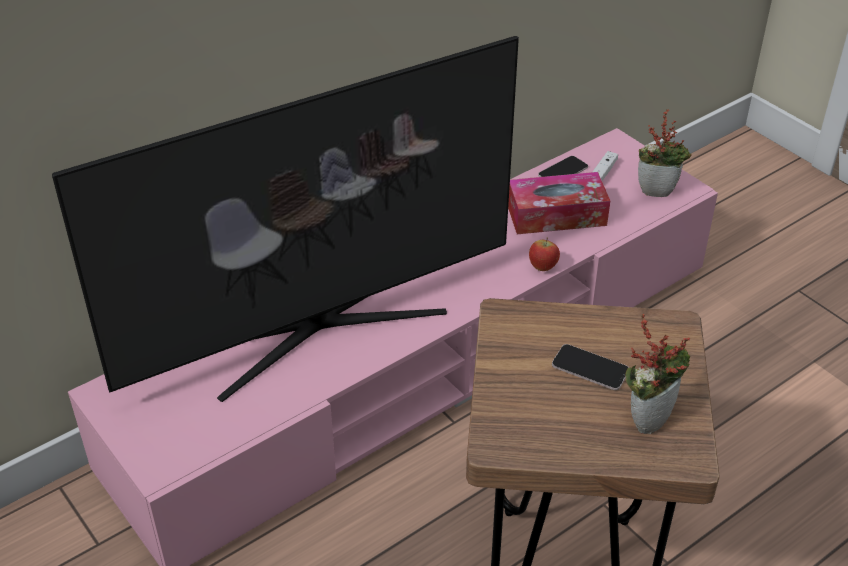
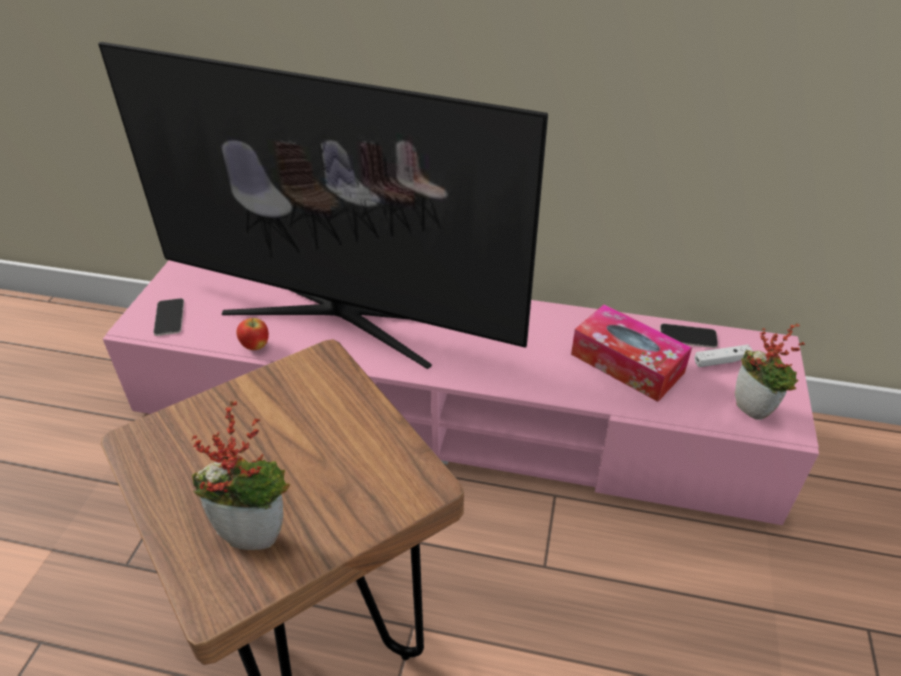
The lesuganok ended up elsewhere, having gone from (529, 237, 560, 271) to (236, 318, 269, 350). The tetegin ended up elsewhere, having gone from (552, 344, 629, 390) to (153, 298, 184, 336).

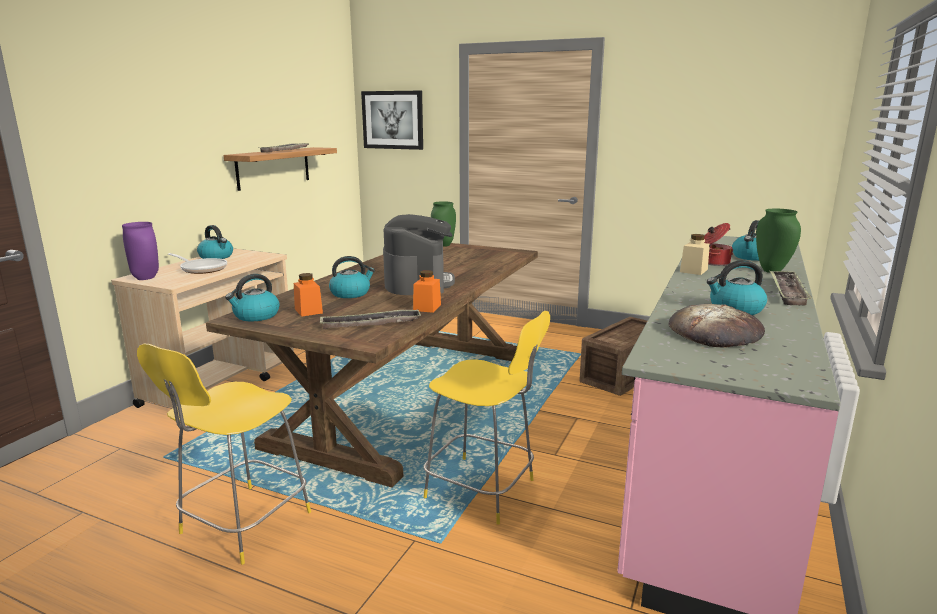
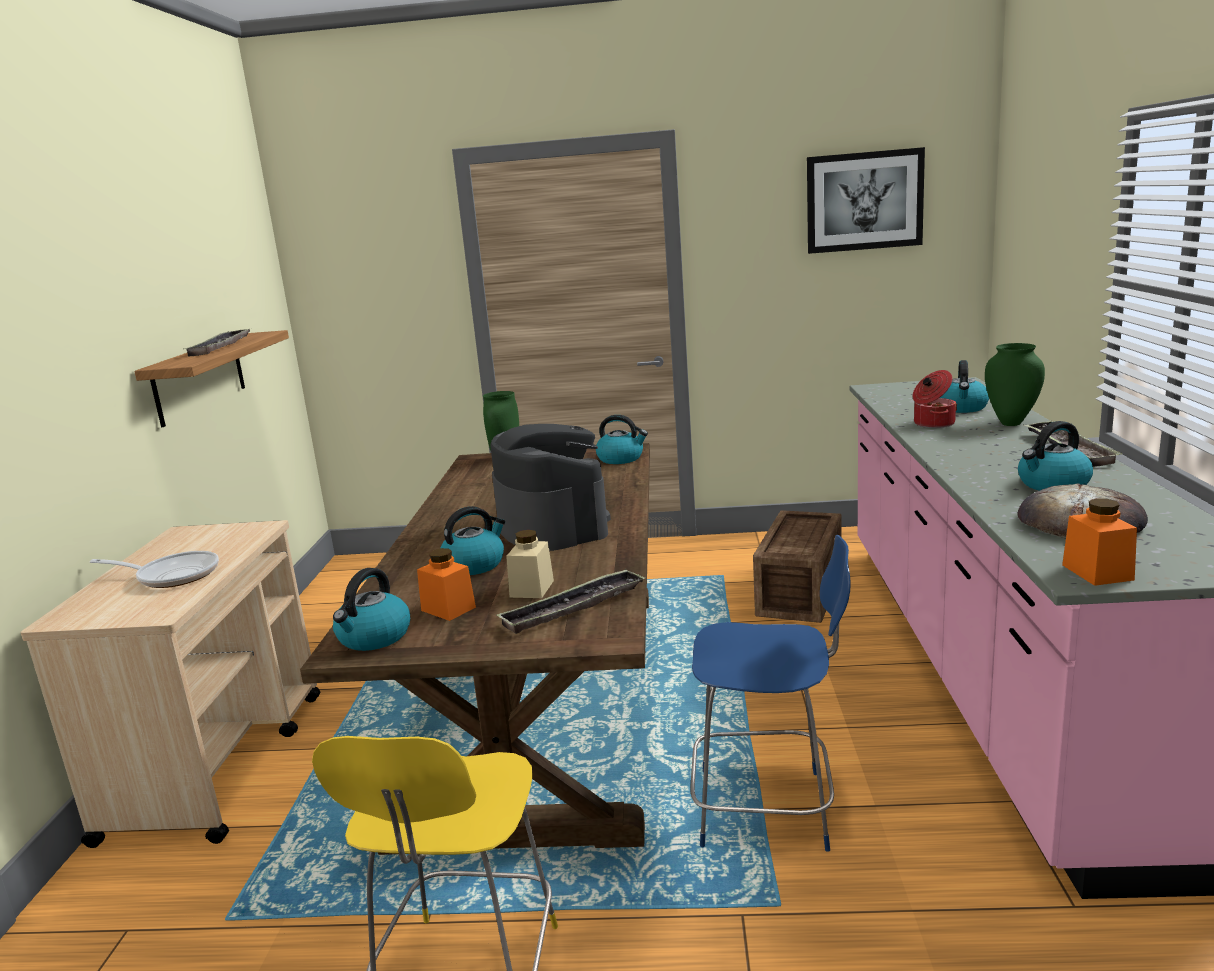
The second view lost the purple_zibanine at (122, 222, 159, 280). The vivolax ended up elsewhere, having gone from (197, 225, 233, 259) to (596, 415, 648, 464). The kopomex ended up elsewhere, having gone from (361, 91, 423, 150) to (807, 147, 925, 254). The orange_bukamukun ended up elsewhere, having gone from (413, 270, 441, 313) to (1062, 498, 1137, 586). What was the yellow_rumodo at (424, 311, 550, 525) turned into the blue_rumodo at (690, 535, 851, 852). The beige_bukamukun ended up elsewhere, having gone from (680, 234, 710, 275) to (506, 530, 554, 598).

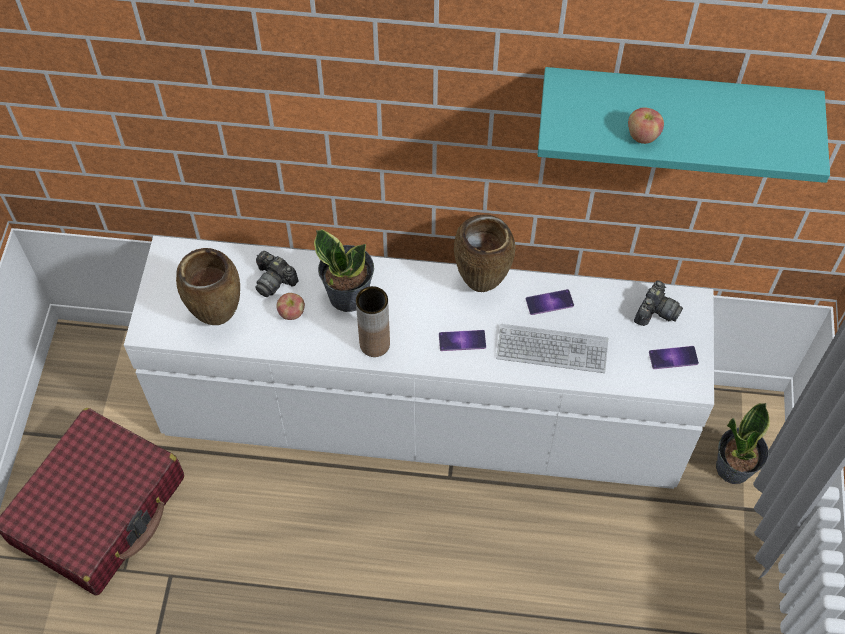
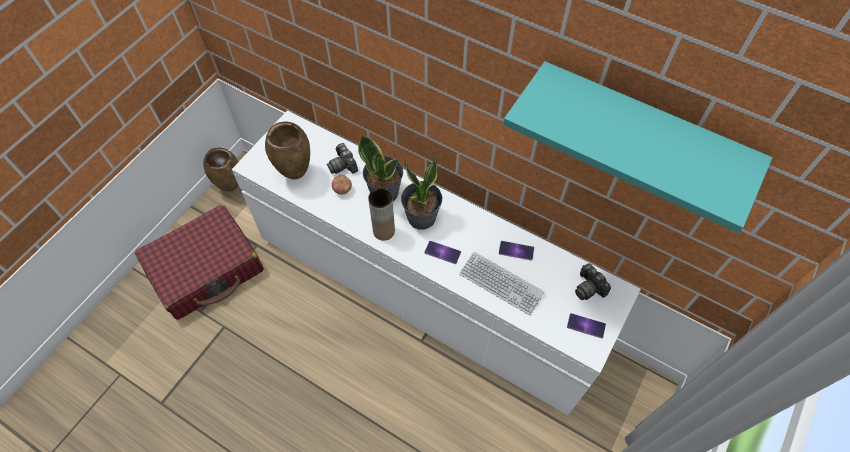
The brown_zibanine ended up elsewhere, having gone from (454, 214, 516, 292) to (203, 148, 238, 192). The second view lost the lesuganok at (628, 108, 664, 144). The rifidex at (634, 281, 683, 326) ended up facing another way, 90 degrees clockwise from before. The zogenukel ended up elsewhere, having gone from (716, 403, 770, 484) to (401, 156, 442, 230).

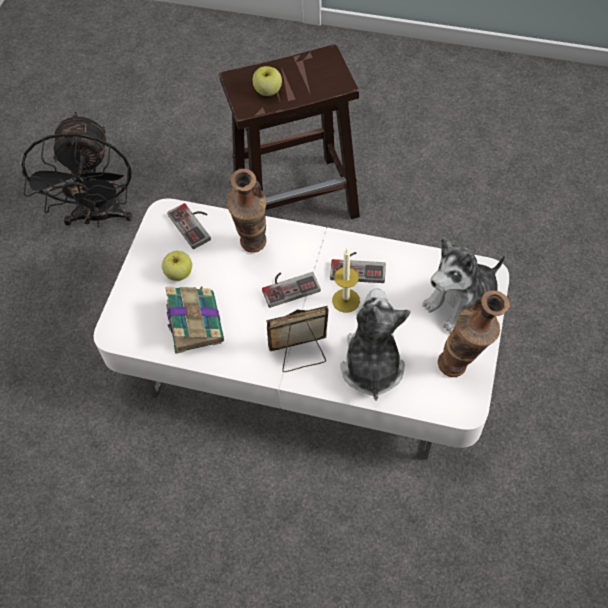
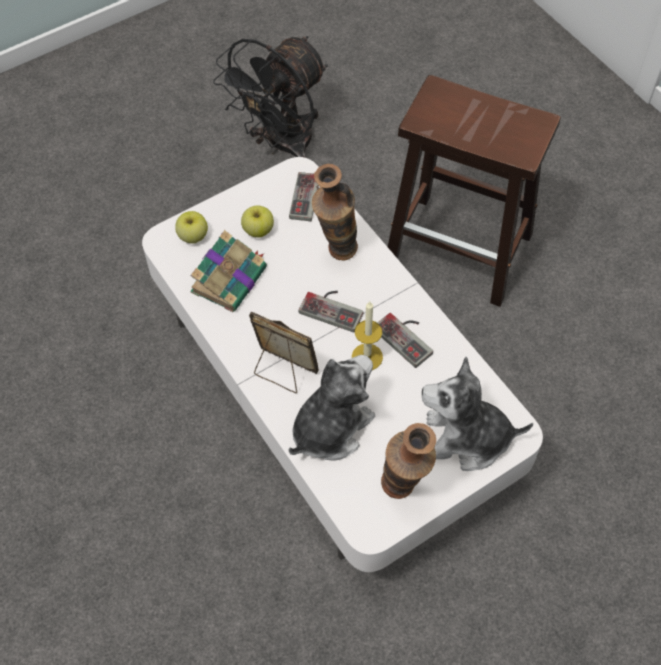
The lesuganok ended up elsewhere, having gone from (253, 66, 282, 96) to (175, 211, 208, 243).

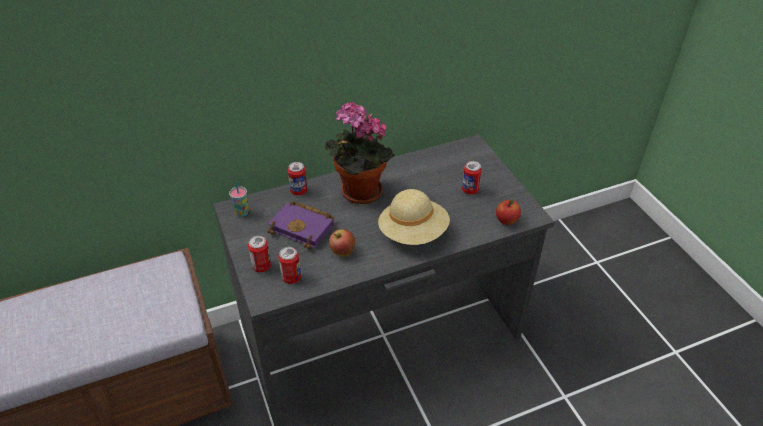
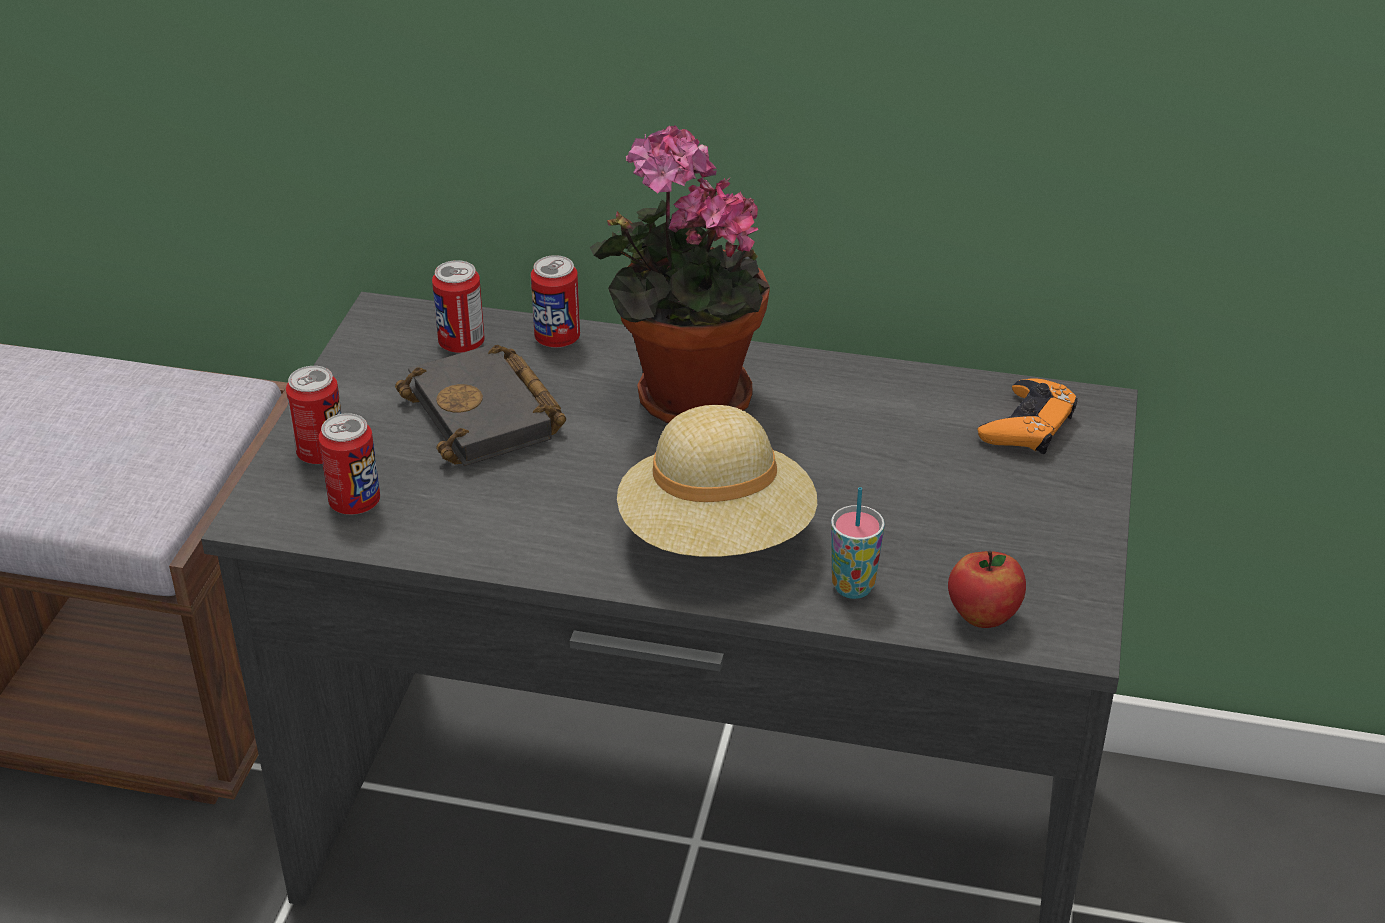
The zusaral ended up elsewhere, having gone from (229, 181, 249, 217) to (831, 487, 885, 599). What was the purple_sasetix at (267, 201, 335, 249) turned into the black_sasetix at (395, 344, 566, 466). The second view lost the lesuganok at (329, 229, 355, 257). The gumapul ended up elsewhere, having gone from (462, 161, 482, 195) to (432, 260, 485, 353). The second view gained the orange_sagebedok at (977, 379, 1078, 454).

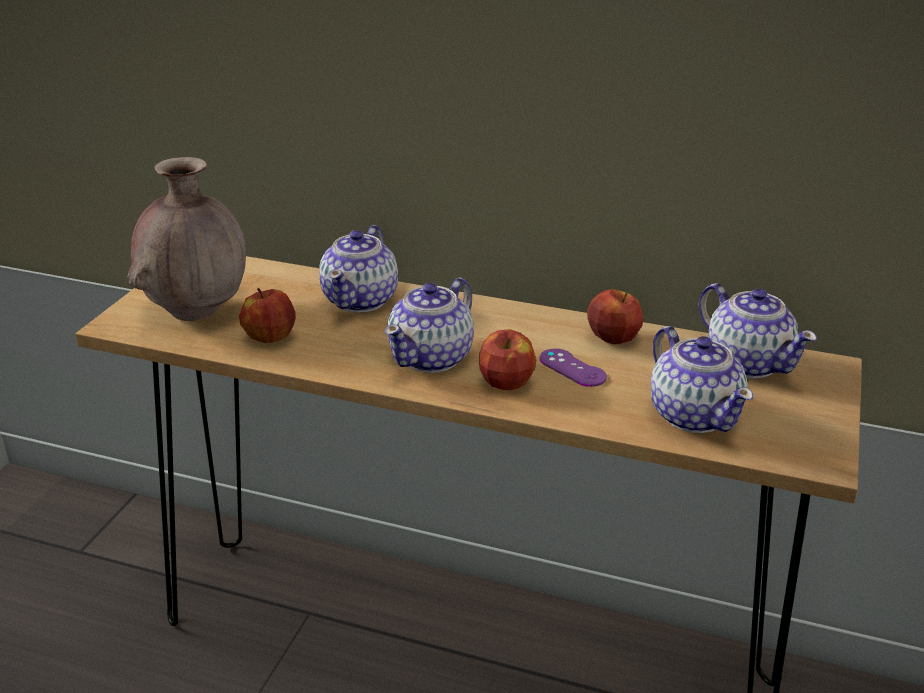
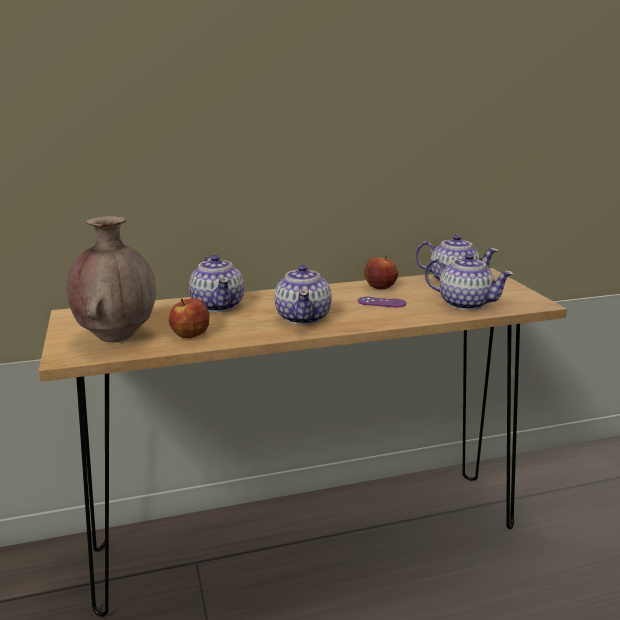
The second view lost the lesuganok at (479, 329, 536, 390).

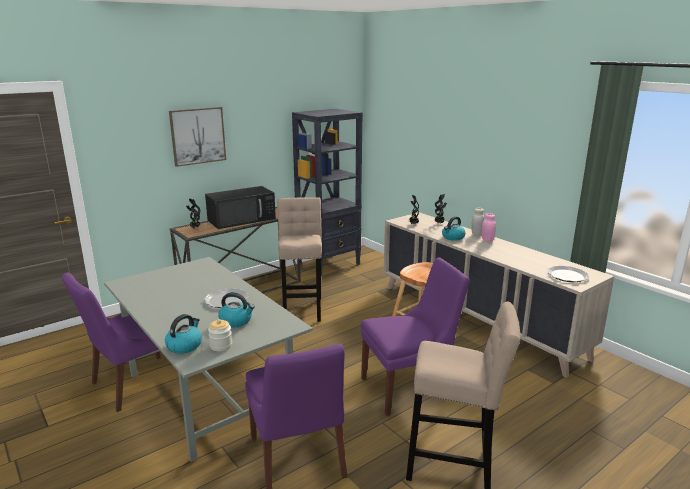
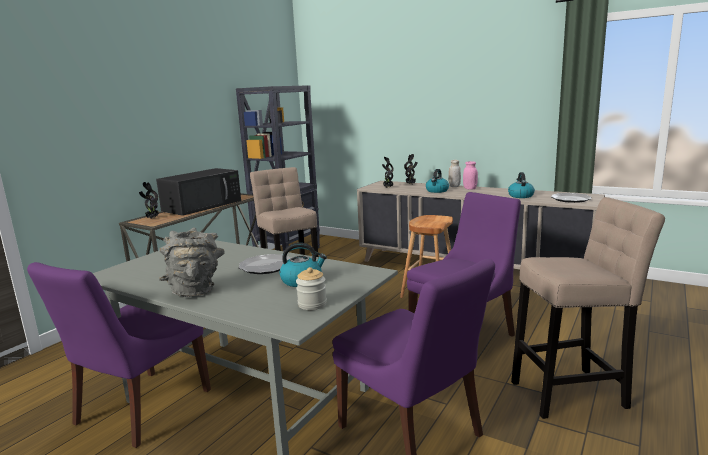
The vivolax ended up elsewhere, having gone from (165, 314, 202, 354) to (508, 172, 535, 198). The second view lost the kopomex at (169, 107, 226, 167). The second view gained the grey_zibanine at (159, 227, 225, 297).

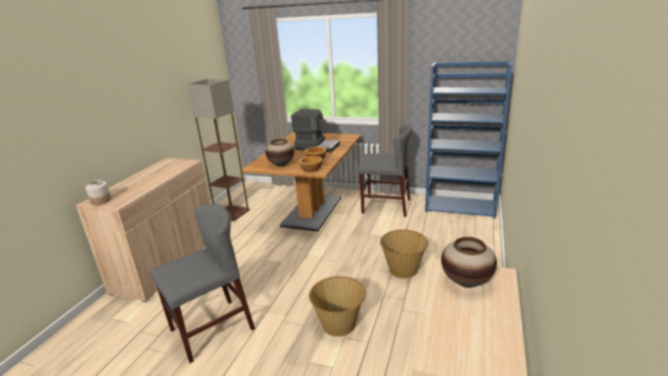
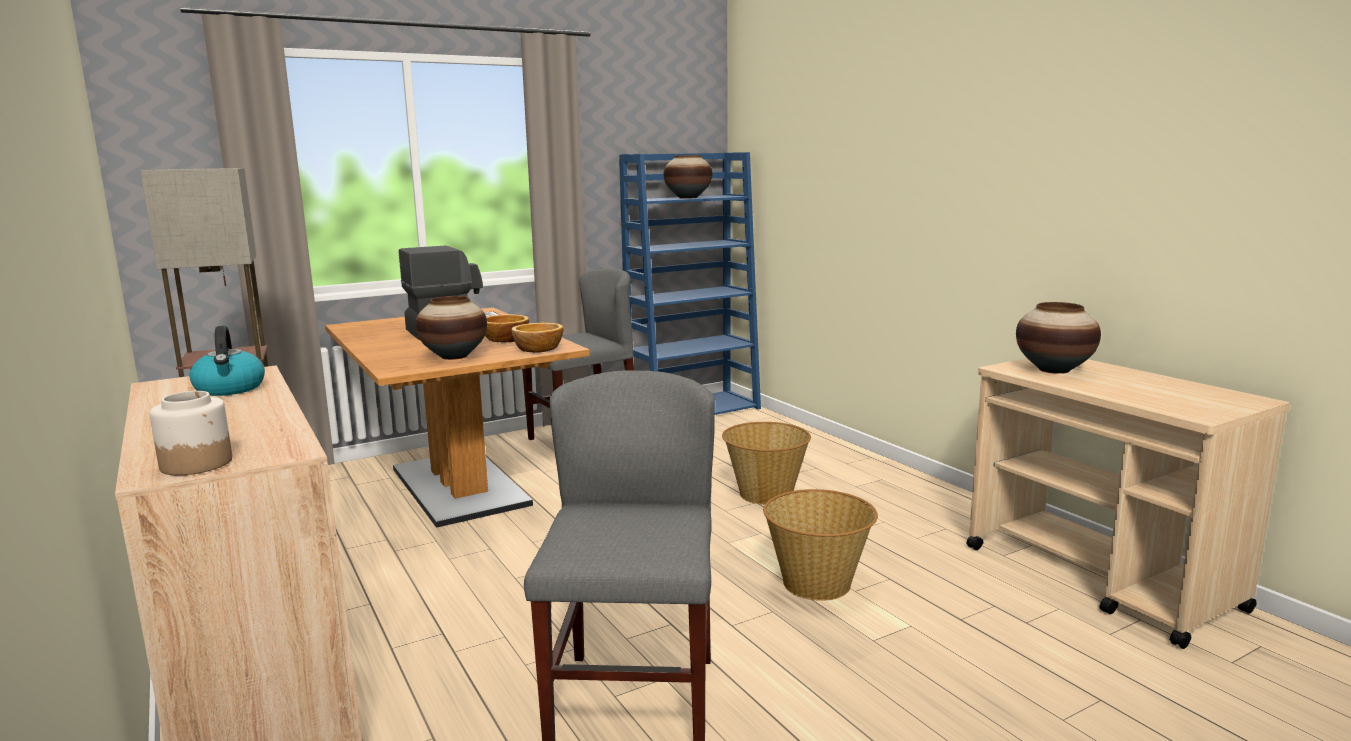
The second view gained the vivolax at (189, 326, 265, 396). The second view gained the zibanine at (663, 155, 712, 199).

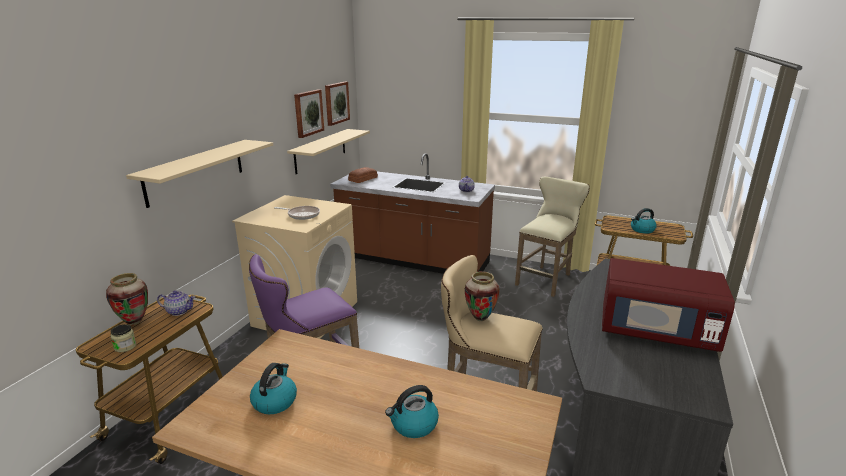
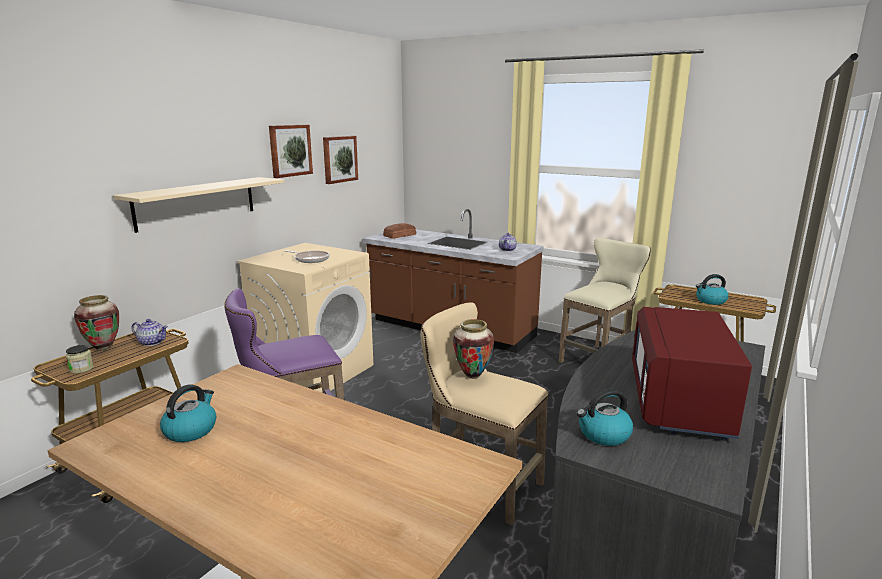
The second view lost the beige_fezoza at (287, 129, 370, 174). The kopomex ended up elsewhere, having gone from (325, 82, 350, 126) to (269, 125, 313, 178). The vivolax ended up elsewhere, having gone from (385, 385, 439, 438) to (577, 389, 633, 446). The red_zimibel at (602, 258, 735, 352) ended up facing another way, 75 degrees clockwise from before.

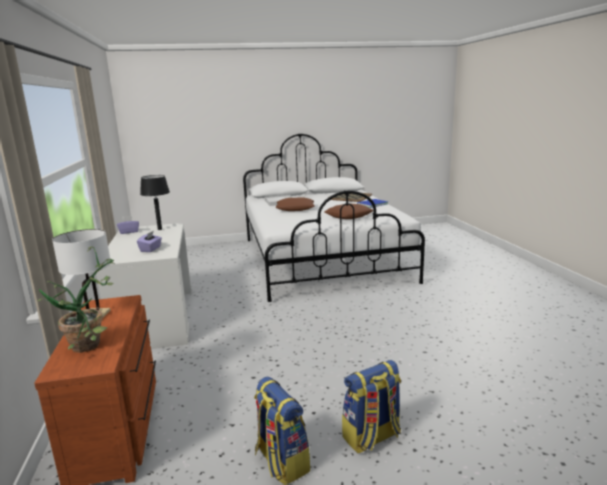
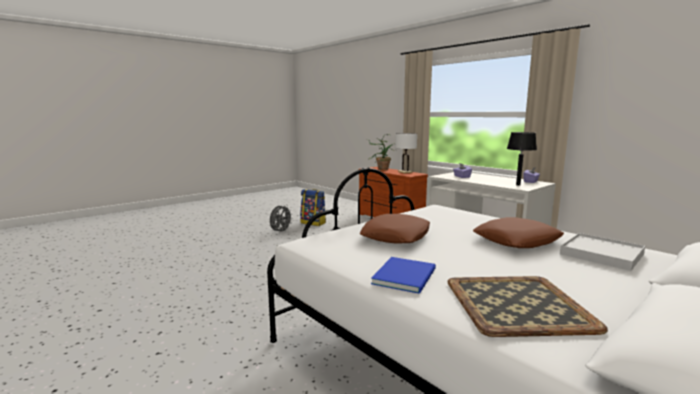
Where the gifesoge stood at (342, 360, 401, 453), the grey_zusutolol came to stand at (270, 205, 293, 234).

